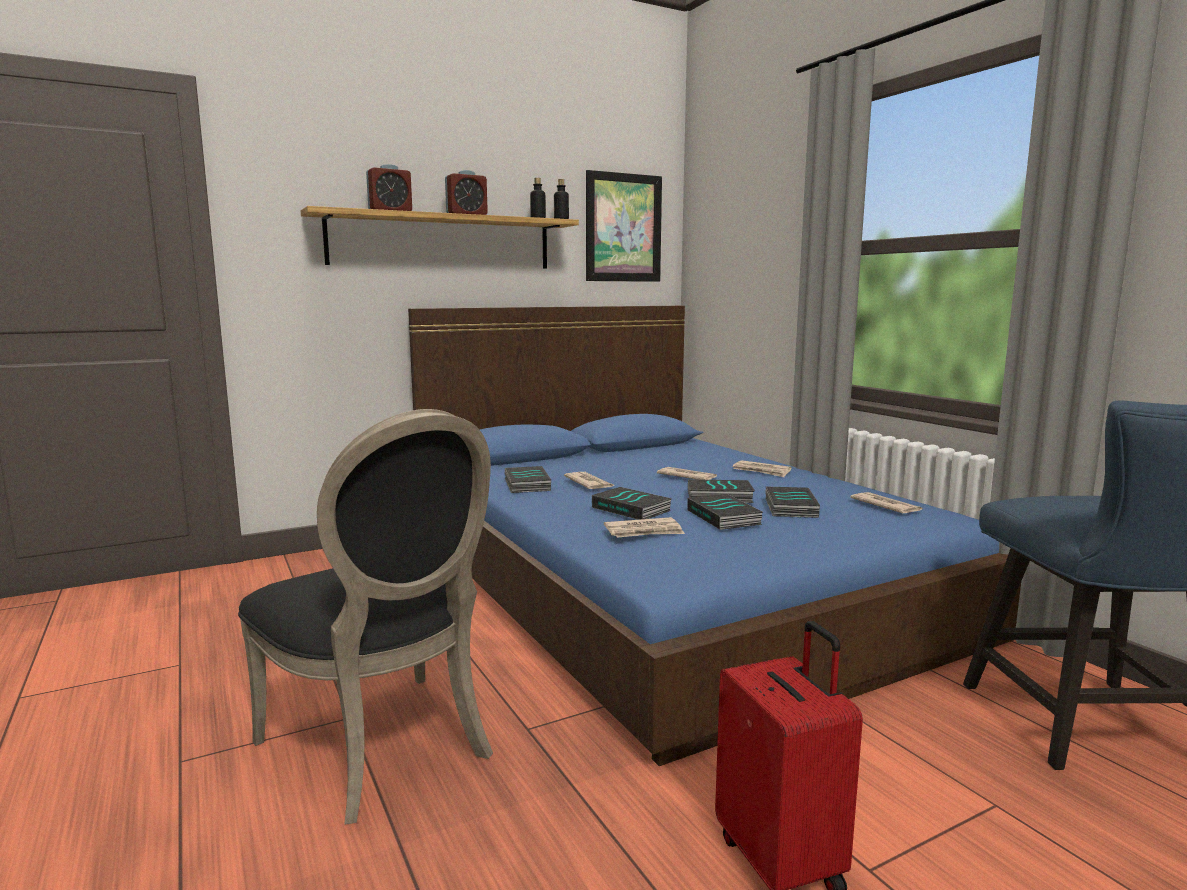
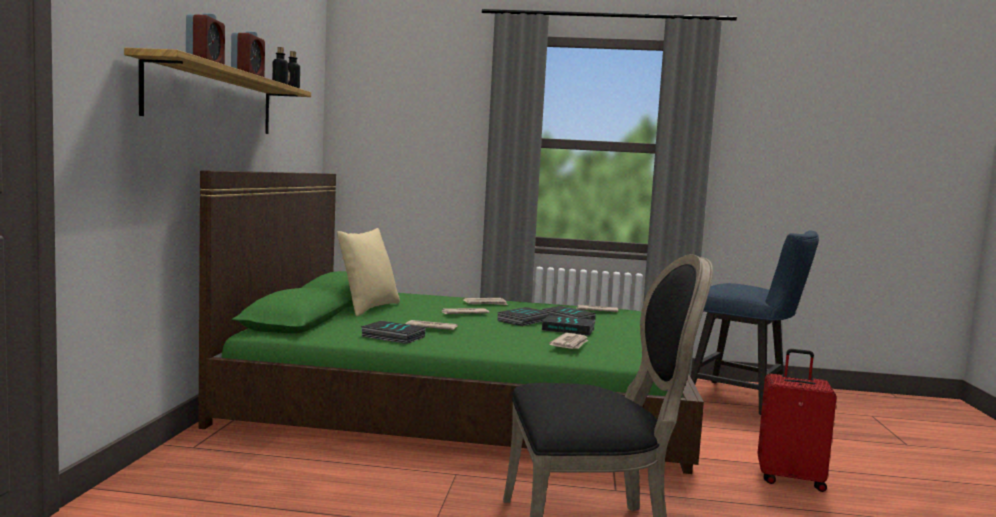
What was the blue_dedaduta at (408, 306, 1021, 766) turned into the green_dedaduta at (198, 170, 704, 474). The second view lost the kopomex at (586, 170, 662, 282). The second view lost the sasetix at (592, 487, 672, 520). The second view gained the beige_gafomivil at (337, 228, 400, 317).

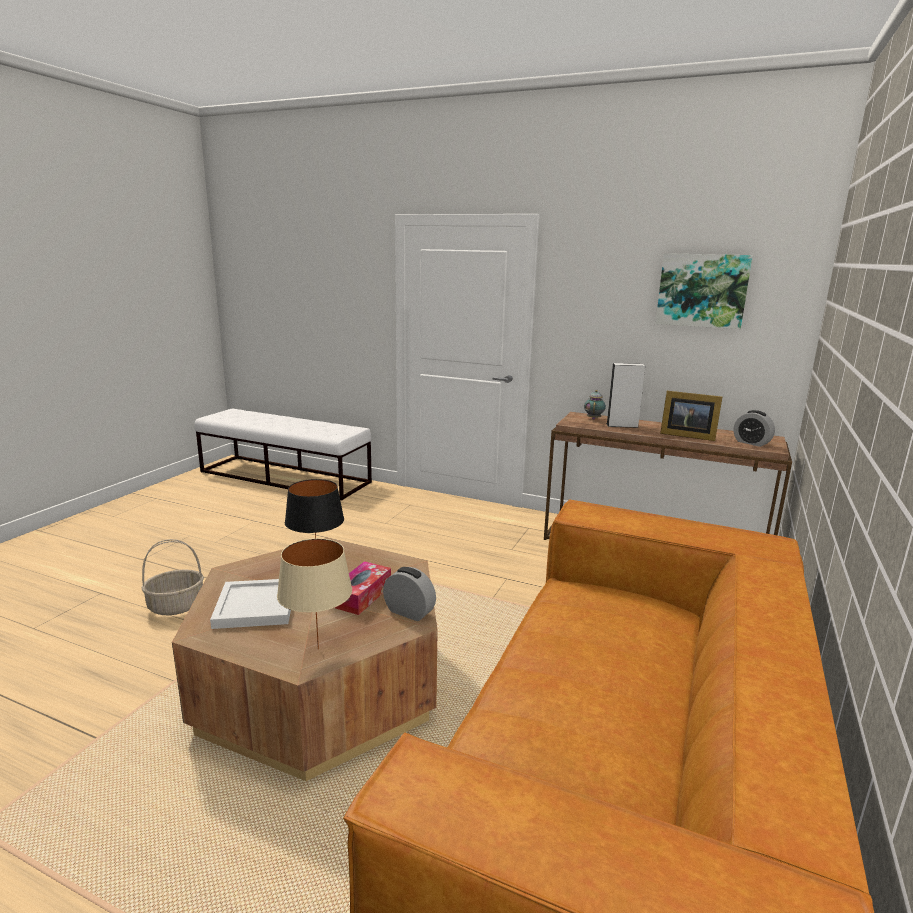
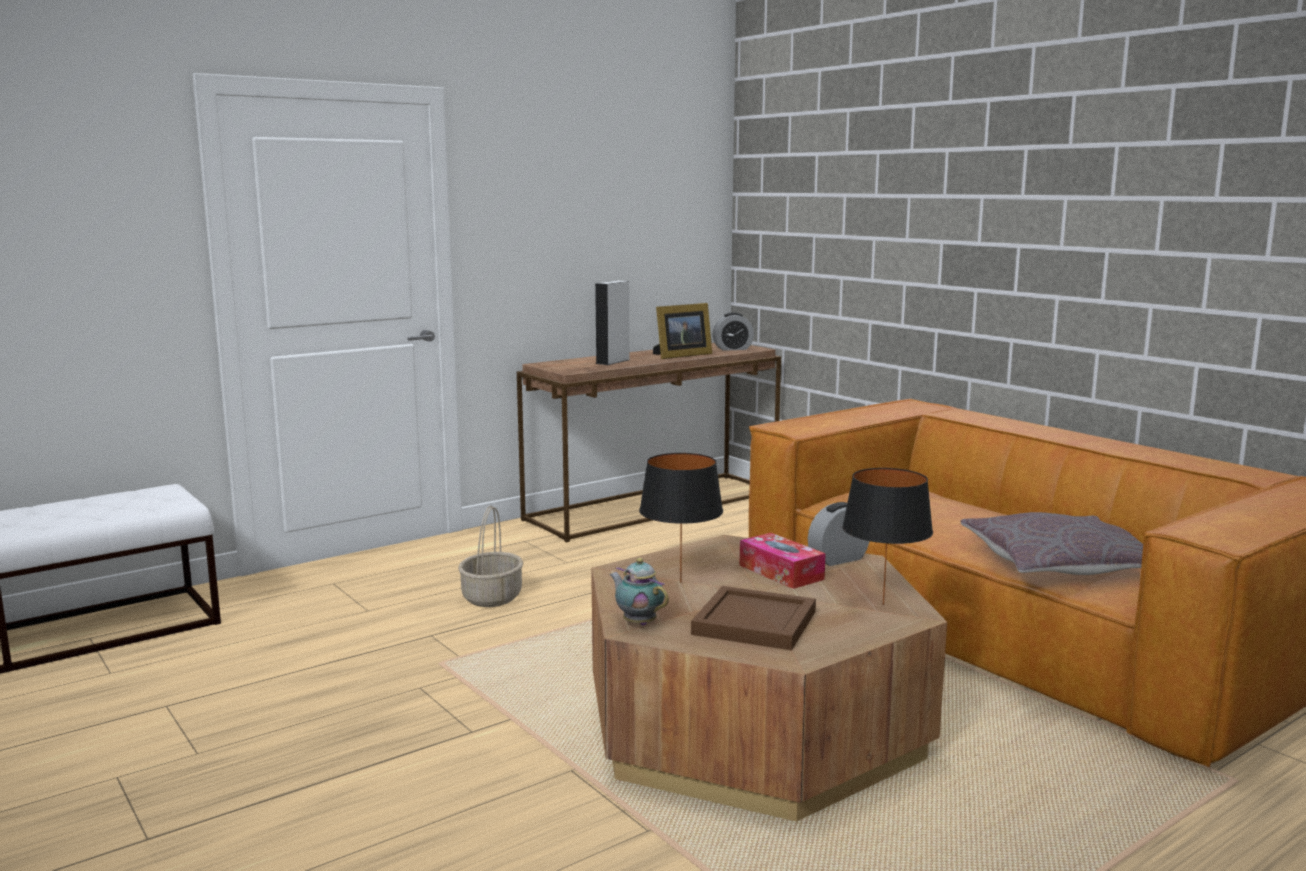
The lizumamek ended up elsewhere, having gone from (141, 539, 204, 615) to (458, 506, 523, 607). What was the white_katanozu at (210, 579, 291, 629) turned into the brown_katanozu at (691, 586, 816, 651). What was the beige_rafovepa at (277, 538, 352, 650) turned into the black_rafovepa at (842, 468, 933, 605). The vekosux ended up elsewhere, having gone from (584, 390, 606, 420) to (609, 558, 669, 626). The second view lost the kopomex at (656, 253, 753, 329). The second view gained the grey_gafomivil at (961, 512, 1143, 575).

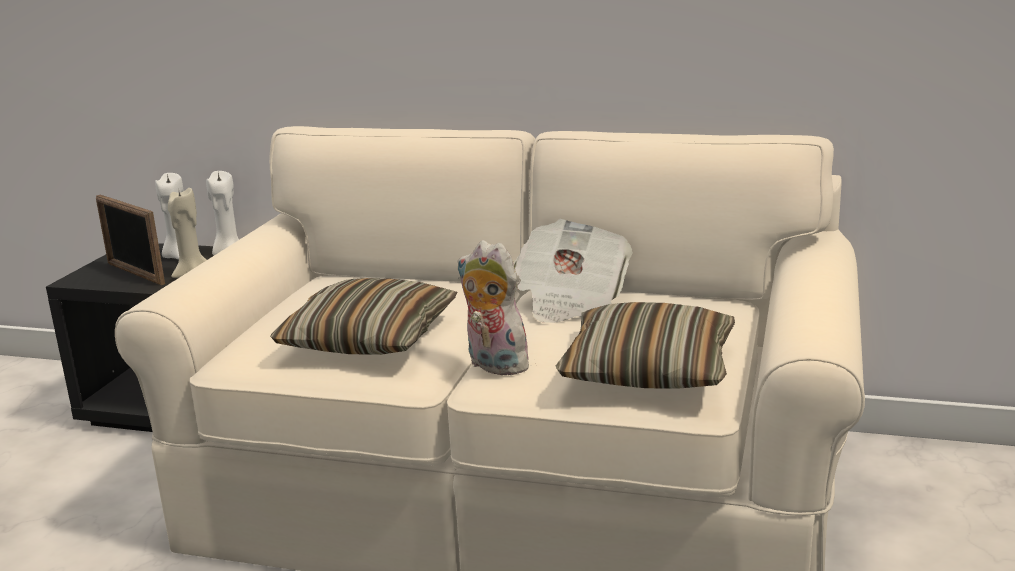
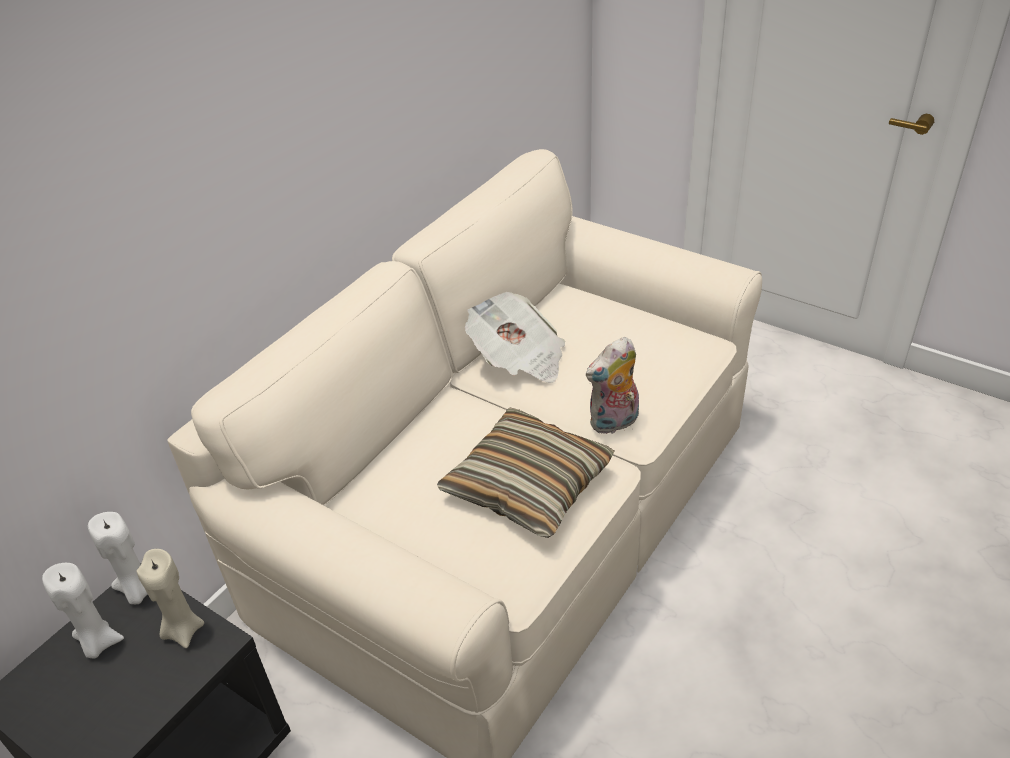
The second view lost the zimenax at (96, 195, 165, 285). The second view lost the gafomivil at (556, 302, 735, 388).

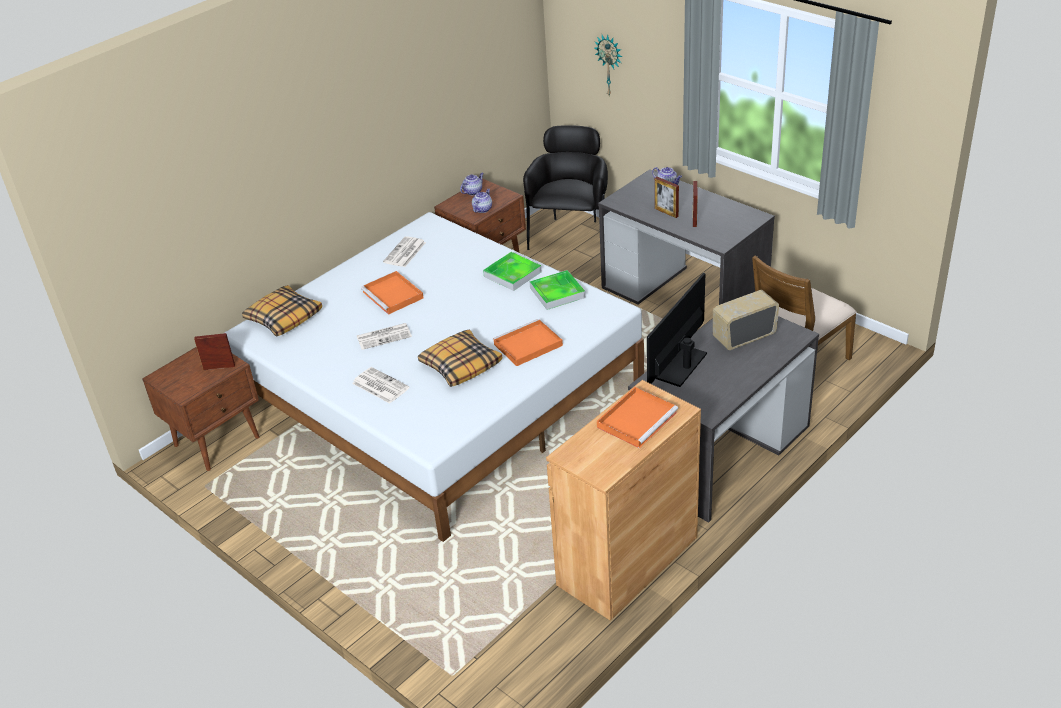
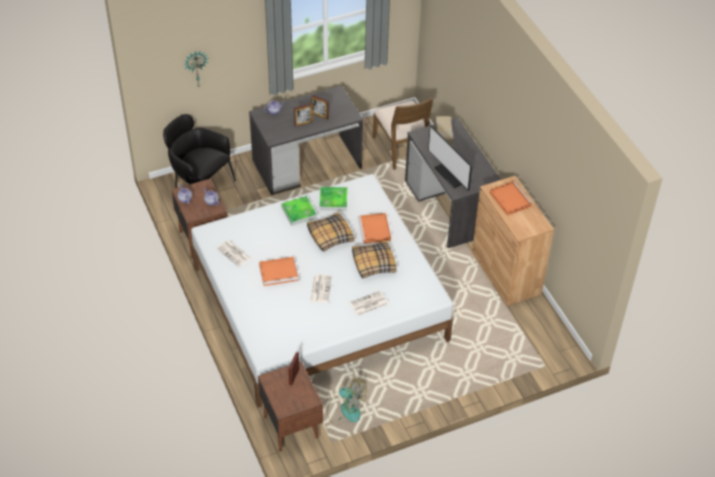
The gafomivil ended up elsewhere, having gone from (242, 285, 322, 337) to (307, 212, 355, 252). The second view gained the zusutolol at (327, 378, 366, 422).

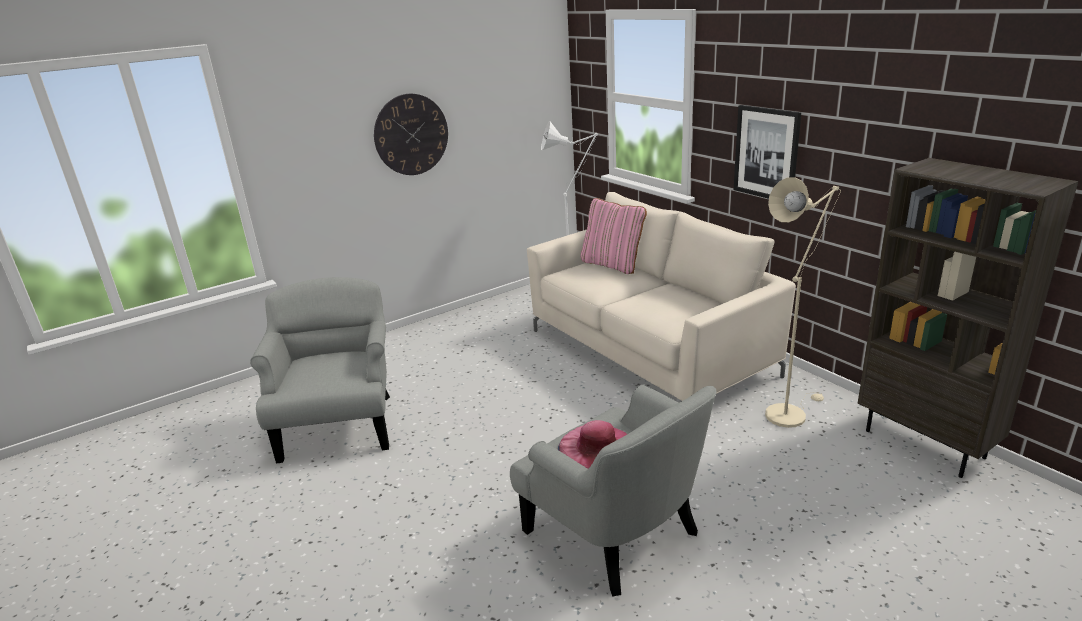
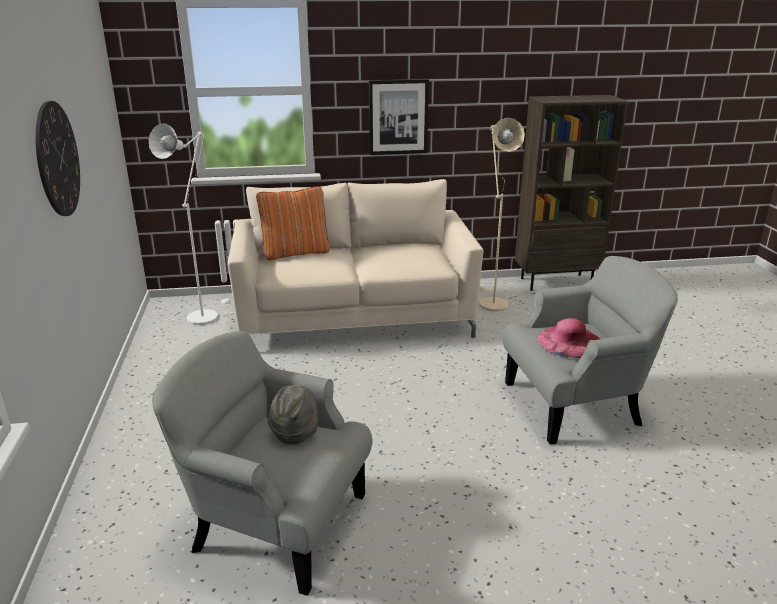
What was the pink_gafomivil at (581, 198, 647, 274) turned into the orange_gafomivil at (256, 186, 330, 261). The second view gained the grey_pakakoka at (267, 385, 318, 444).

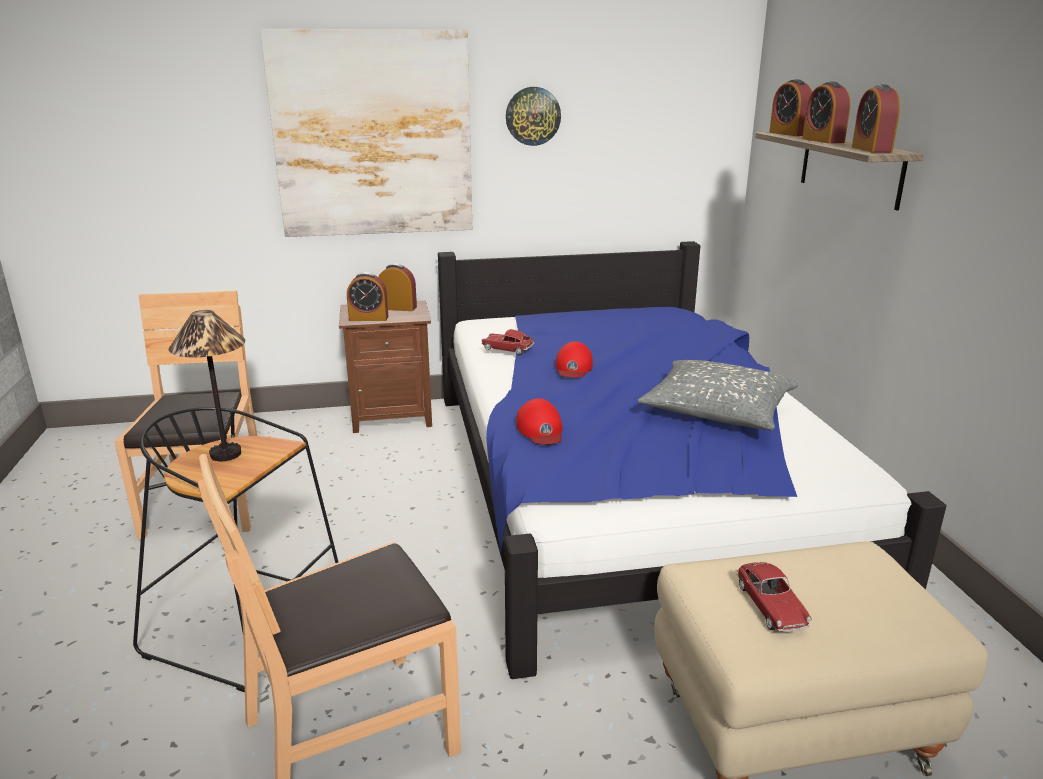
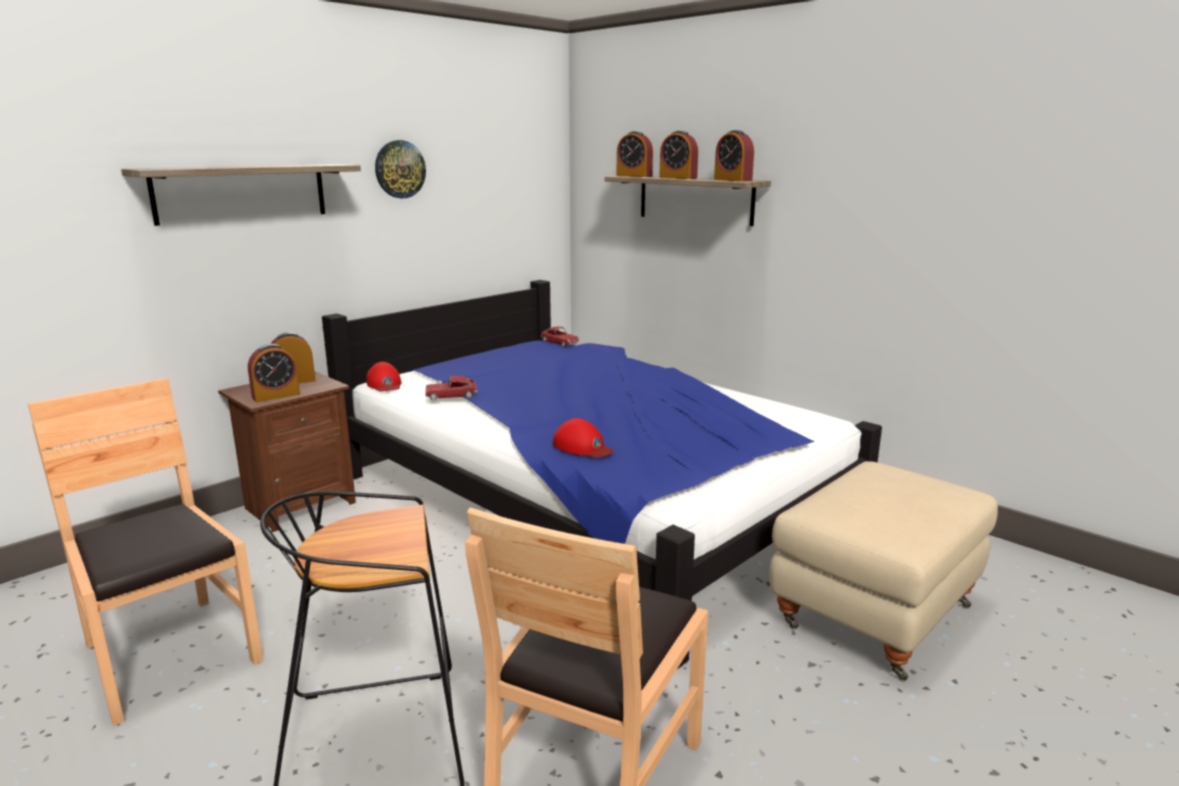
The second view lost the rafovepa at (169, 310, 245, 461). Where the kopomex hung at (260, 29, 472, 237), the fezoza came to hang at (121, 164, 361, 226). The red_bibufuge ended up elsewhere, having gone from (555, 341, 593, 377) to (366, 362, 402, 392). The second view lost the grey_gafomivil at (638, 360, 798, 430). The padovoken ended up elsewhere, having gone from (737, 562, 812, 632) to (541, 326, 579, 347).

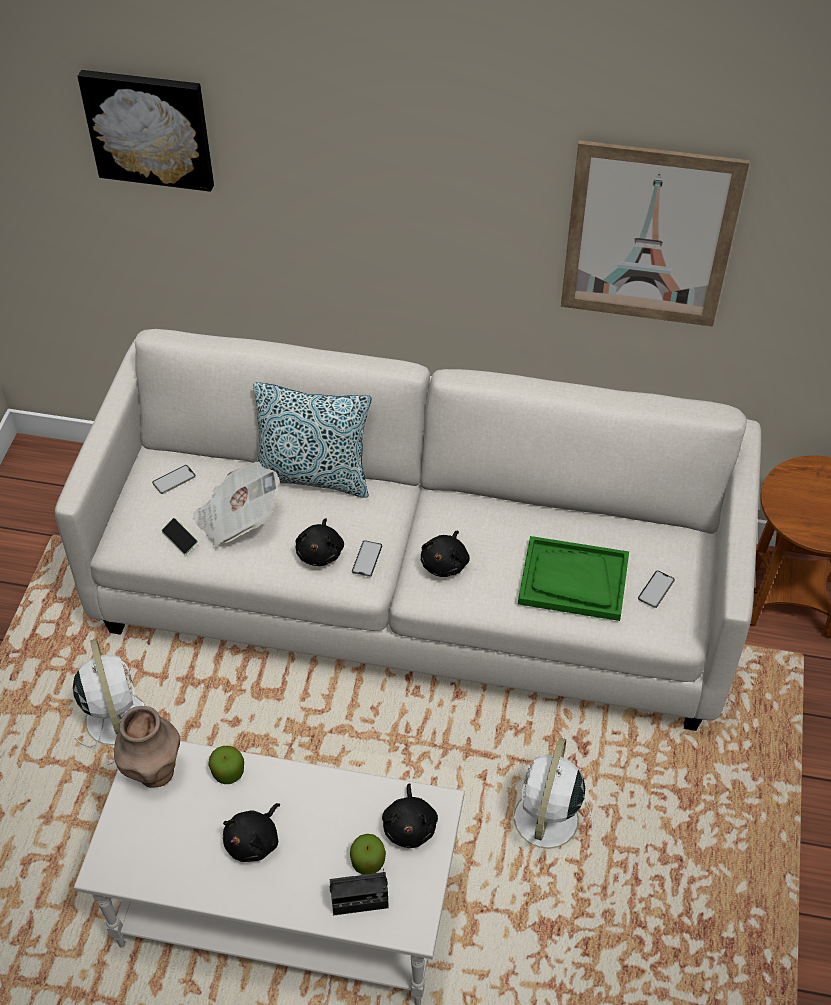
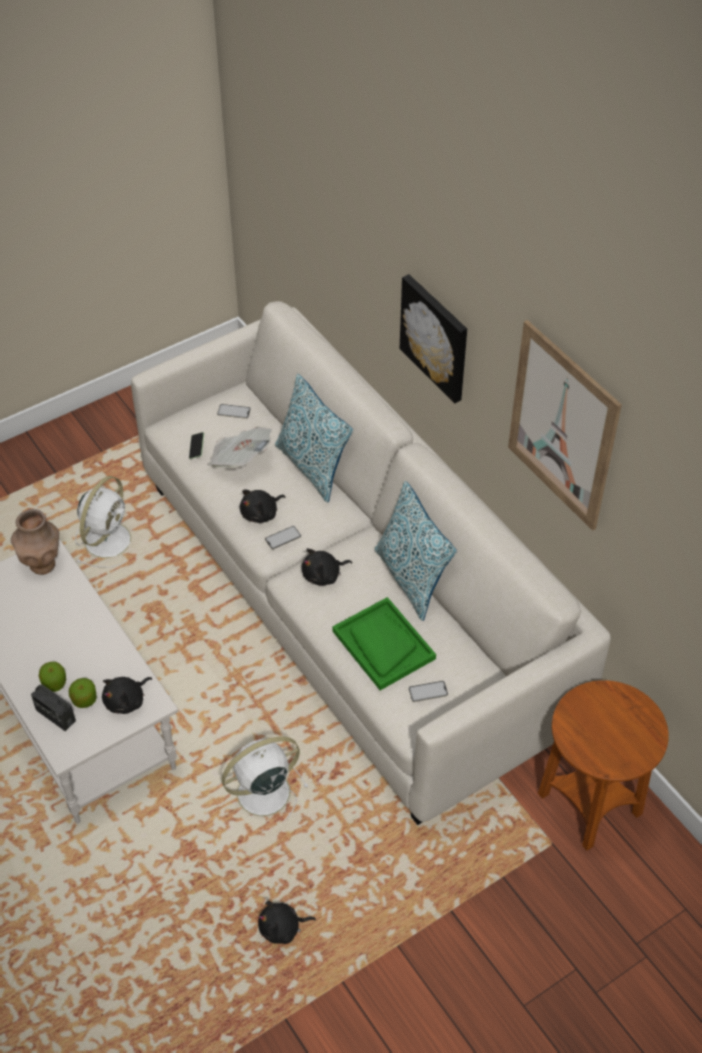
The kopomex ended up elsewhere, having gone from (78, 70, 214, 192) to (400, 274, 467, 403). The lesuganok ended up elsewhere, having gone from (208, 746, 244, 784) to (39, 662, 66, 692). The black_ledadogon ended up elsewhere, having gone from (223, 803, 280, 862) to (258, 901, 316, 944). The second view gained the gafomivil at (375, 481, 457, 621).

